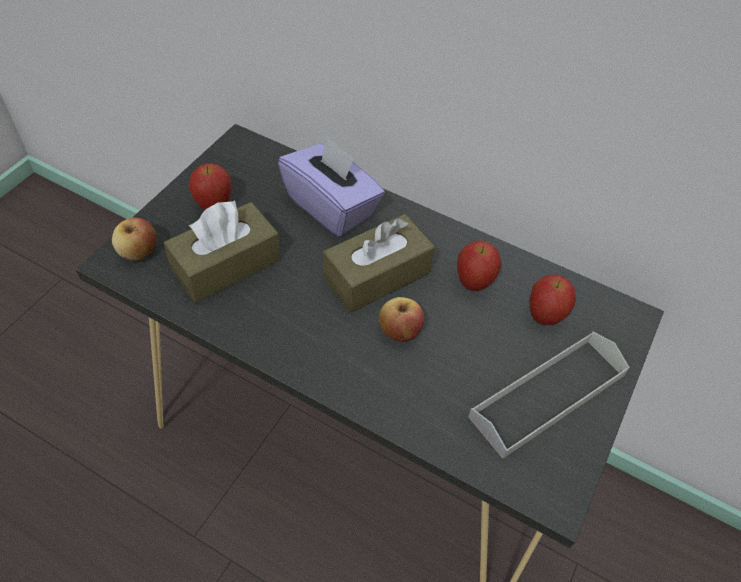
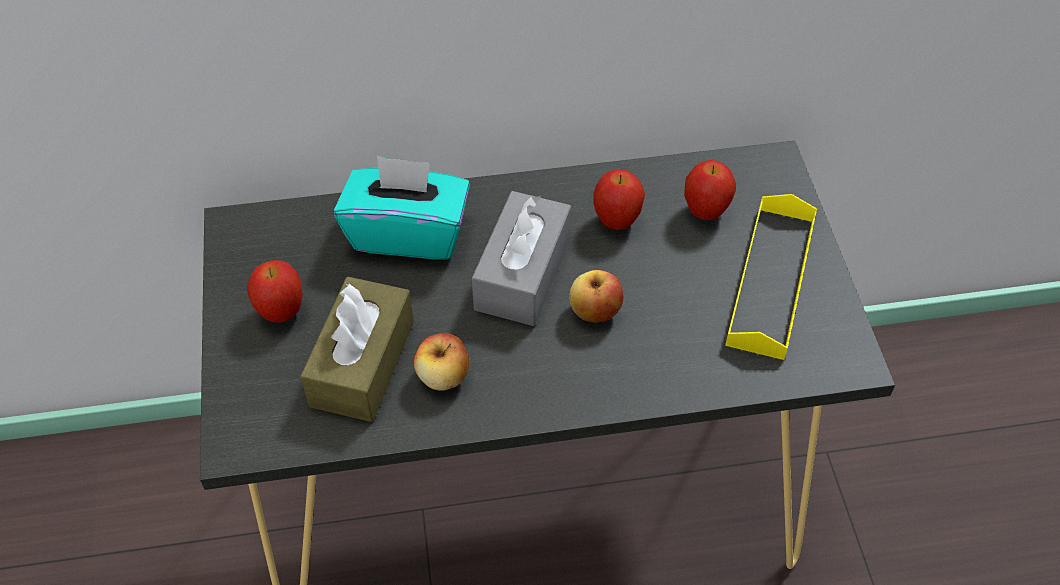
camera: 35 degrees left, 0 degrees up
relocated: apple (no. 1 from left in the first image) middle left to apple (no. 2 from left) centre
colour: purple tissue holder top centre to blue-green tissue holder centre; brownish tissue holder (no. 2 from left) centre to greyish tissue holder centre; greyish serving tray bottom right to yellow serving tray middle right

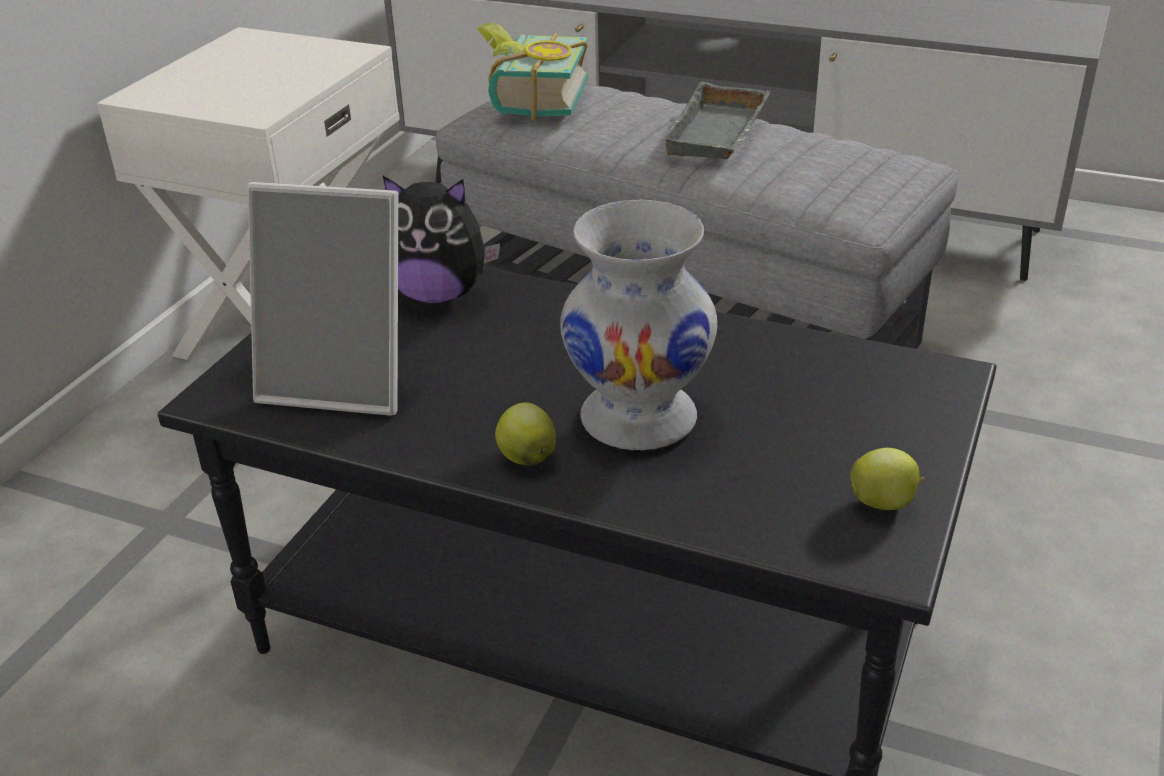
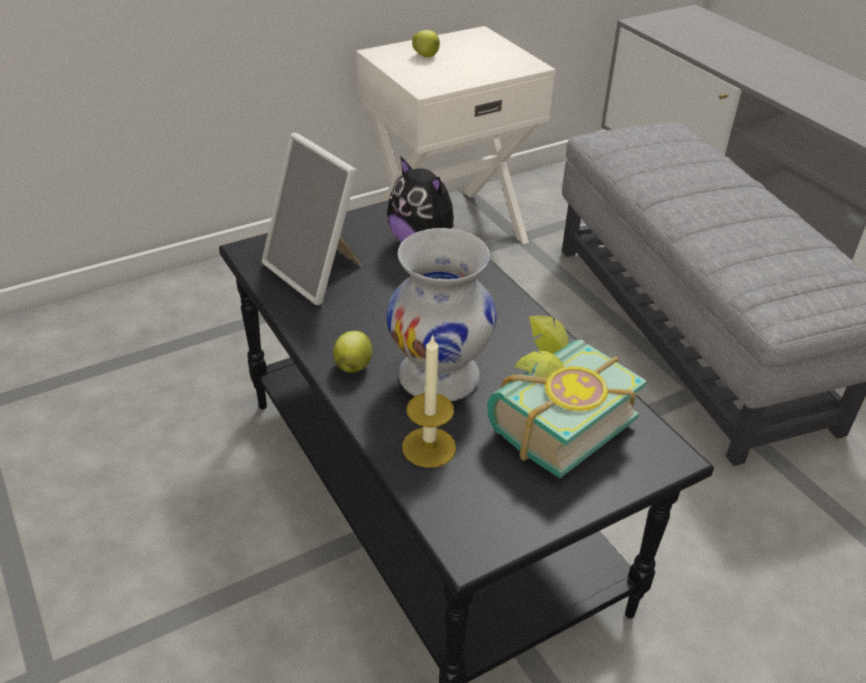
camera: 35 degrees right, 5 degrees up
missing: greyish serving tray top centre
appeared: wax light centre
relocated: apple (no. 2 from left) middle right to top centre; volume top centre to centre

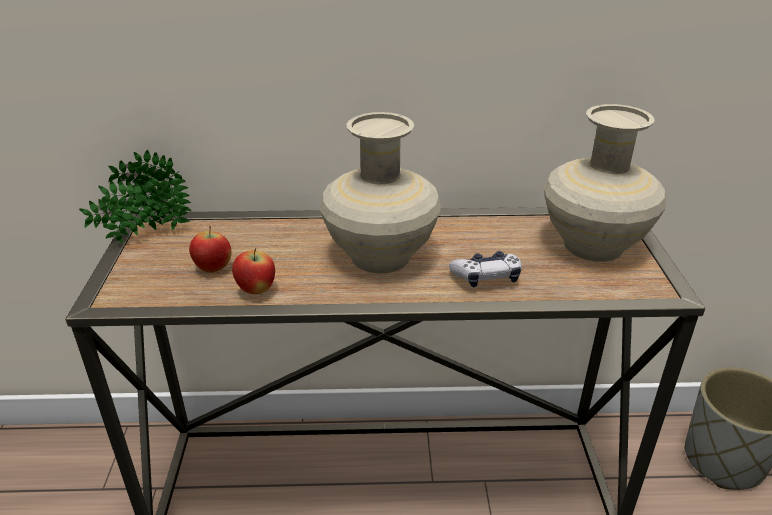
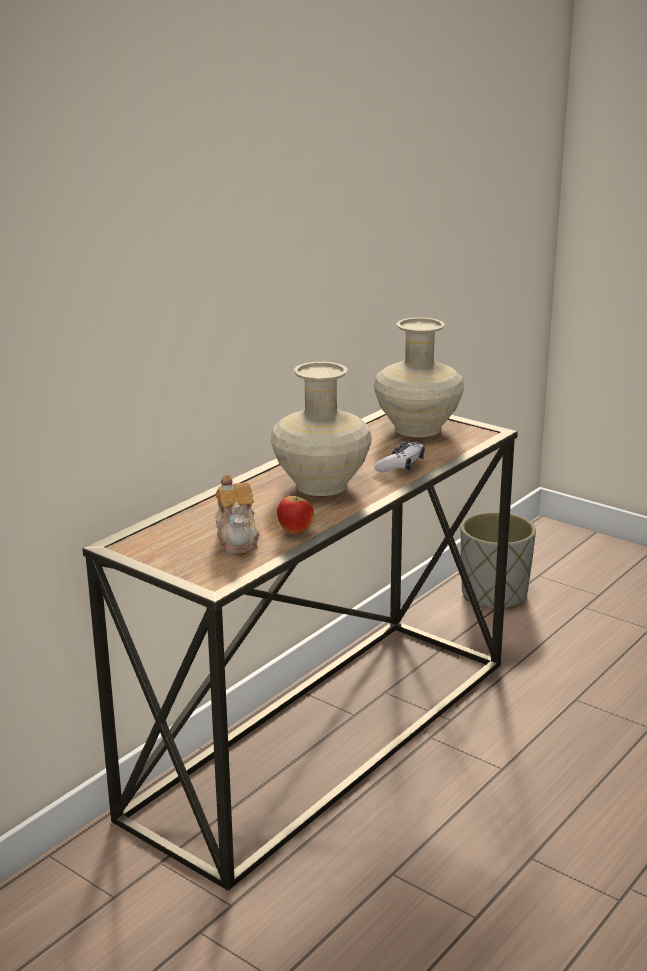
camera: 50 degrees left, 10 degrees down
missing: potted plant middle left
exchanged: apple (no. 1 from left) middle left to tea pot centre

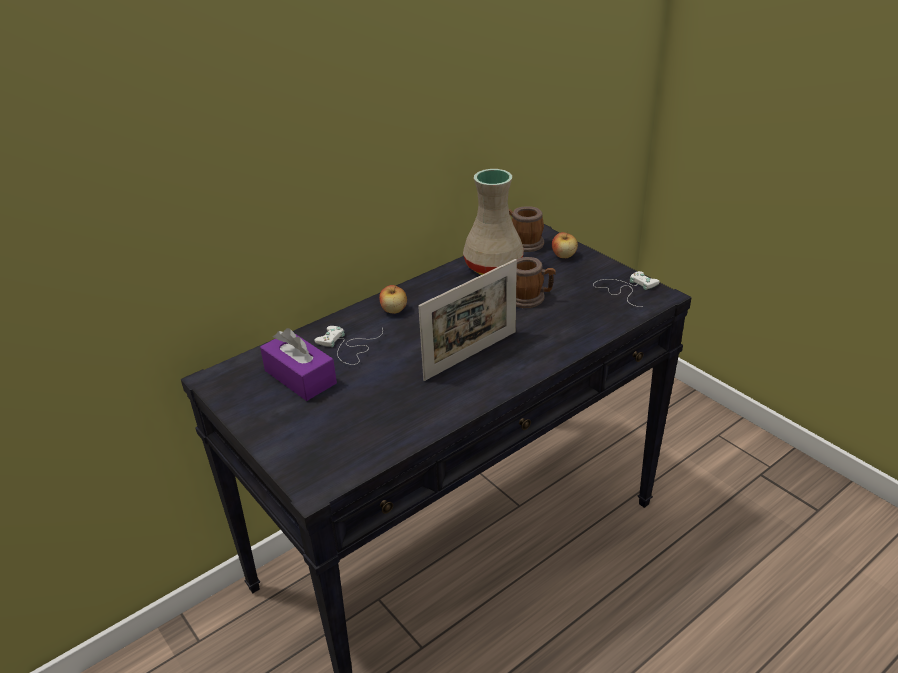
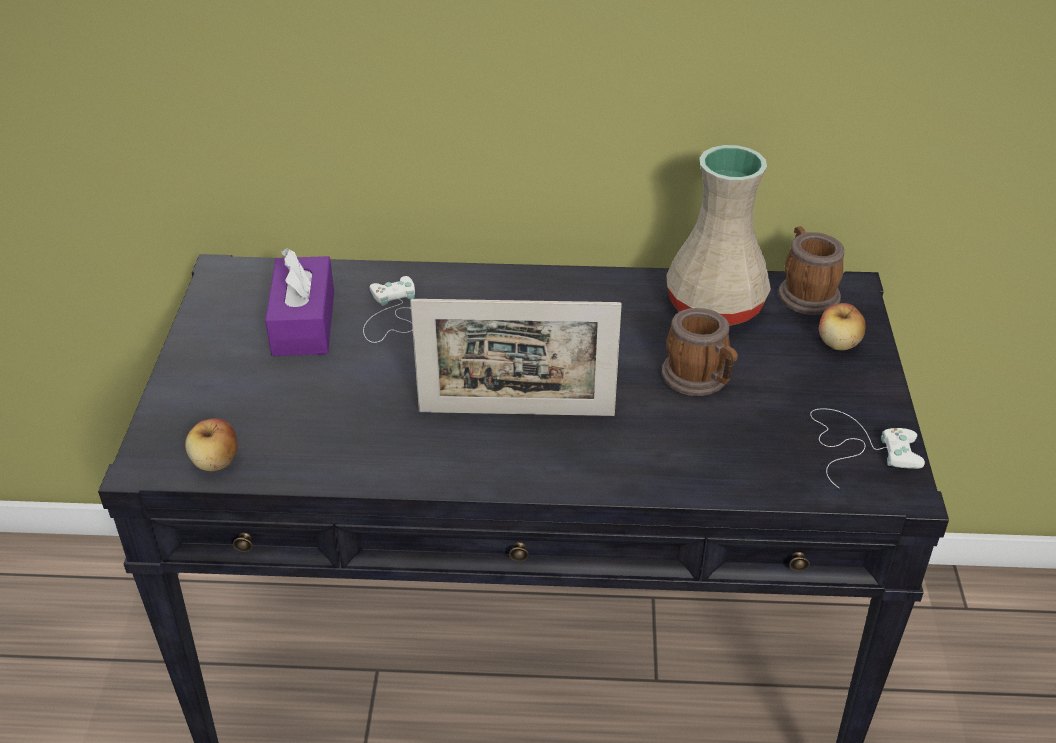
camera: 40 degrees right, 5 degrees up
relocated: apple (no. 1 from left) centre to middle left

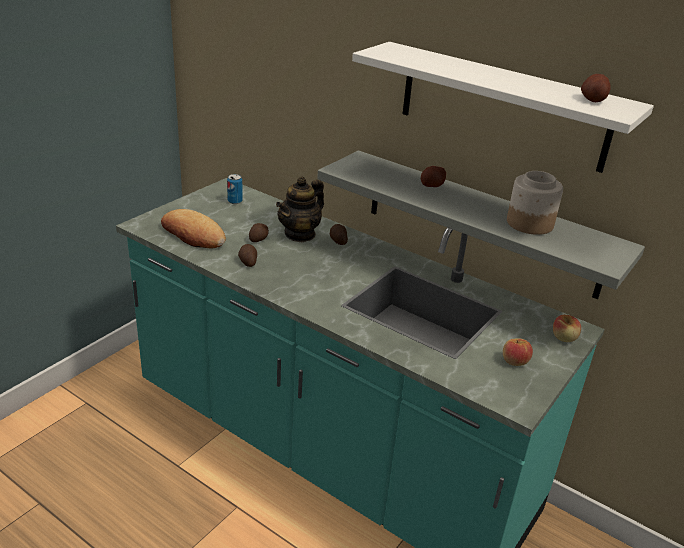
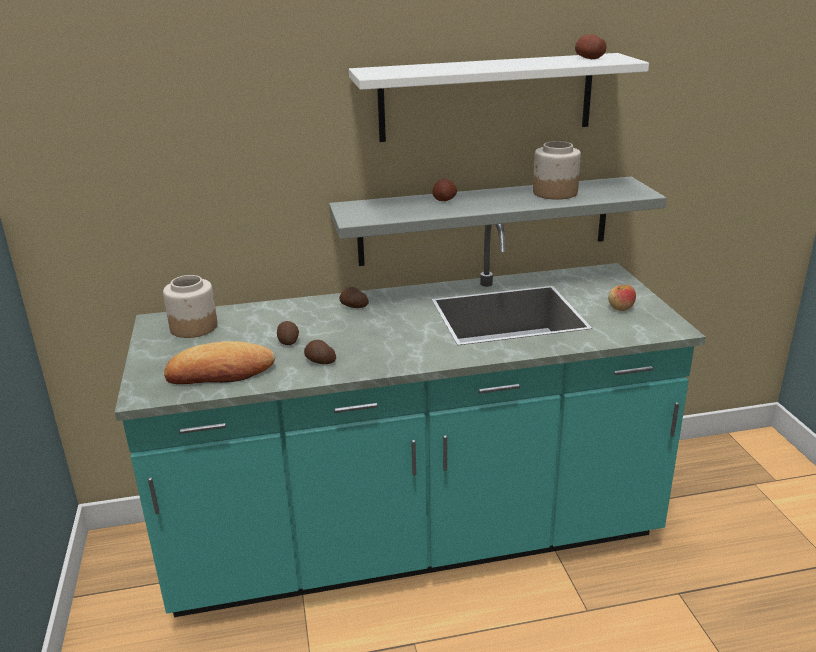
camera: 45 degrees left, 5 degrees down
missing: tea pot centre; apple (no. 2 from left) middle right
exchanged: sealed can centre to jar (no. 1 from left) middle left

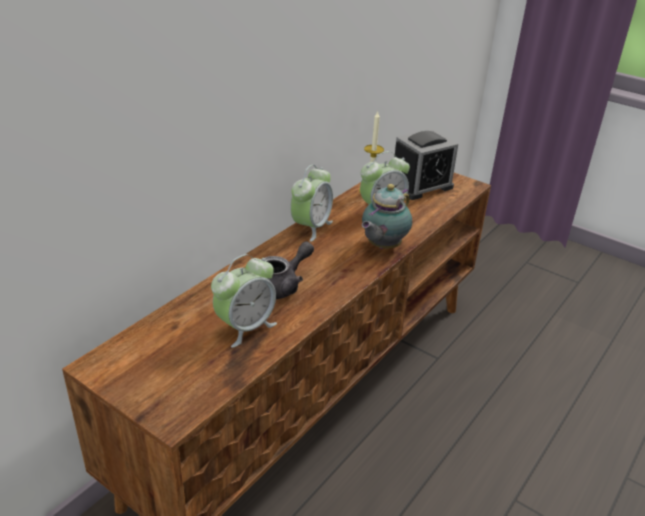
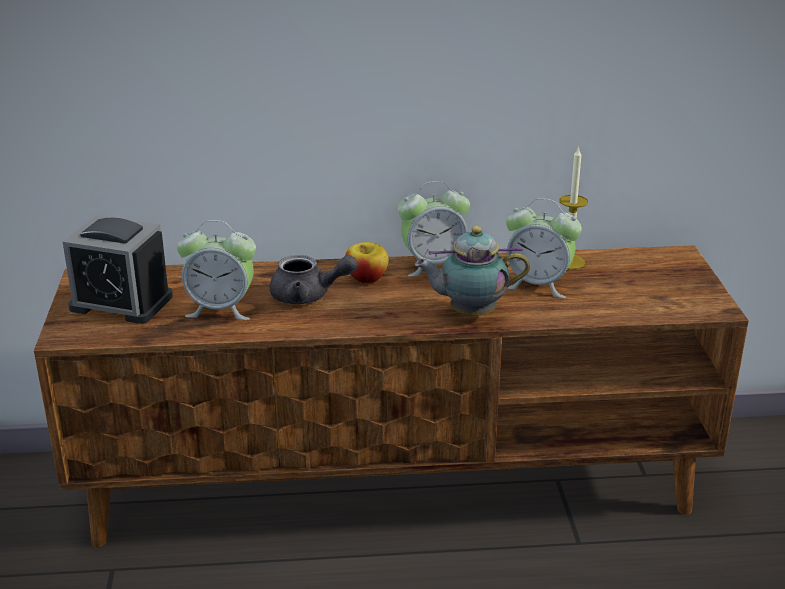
camera: 50 degrees right, 5 degrees down
appeared: apple centre
relocated: alarm clock (no. 4 from left in the first image) top centre to alarm clock (no. 1 from left) middle left

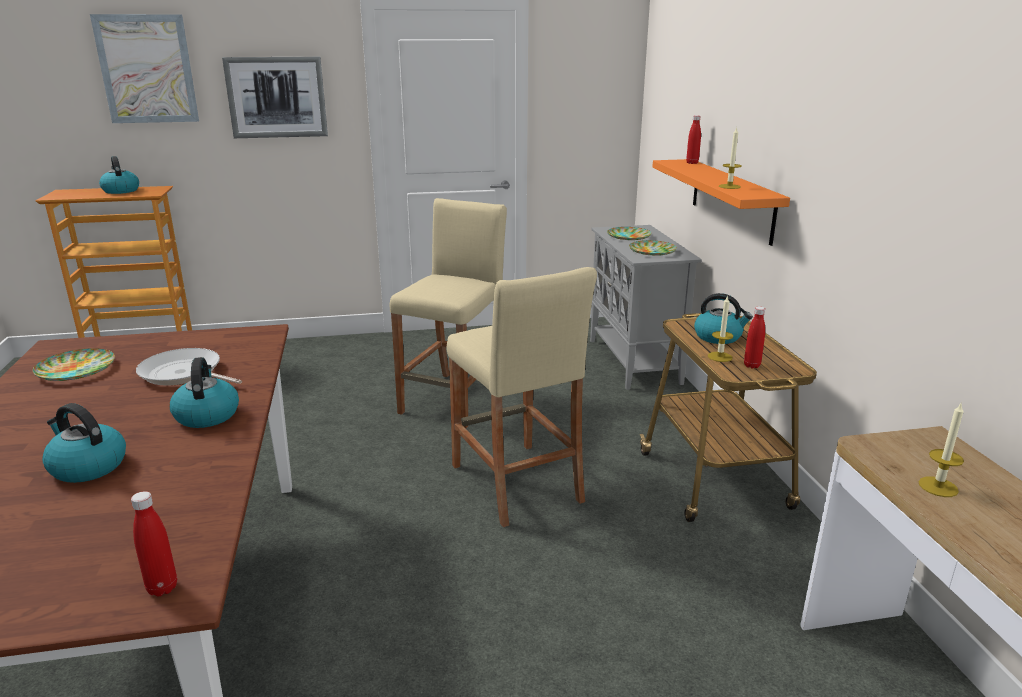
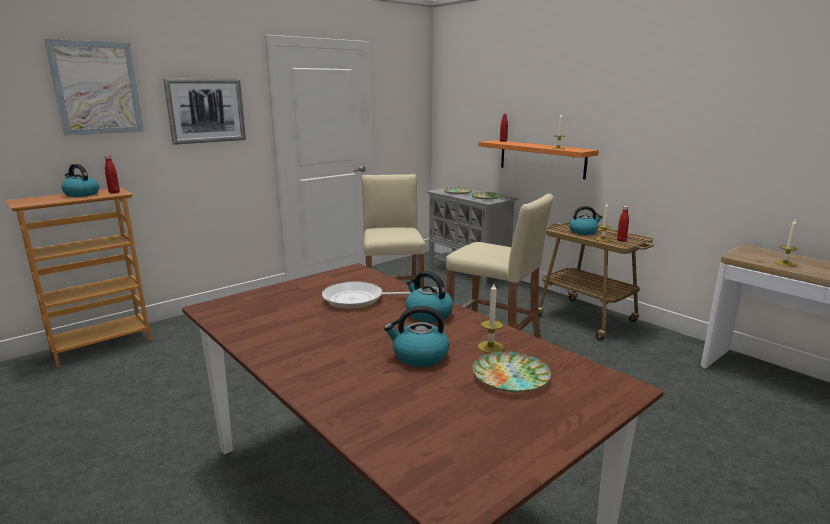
camera: 30 degrees left, 5 degrees down
appeared: wax light (no. 1 from left) centre
relocated: reddish bottle (no. 1 from left) bottom left to top left; plate (no. 1 from left in the first image) middle left to plate (no. 3 from left) bottom centre

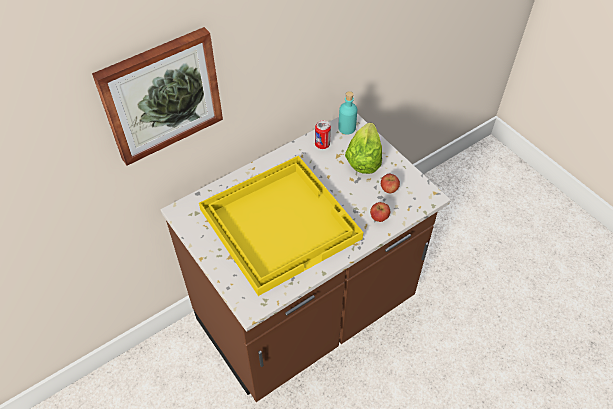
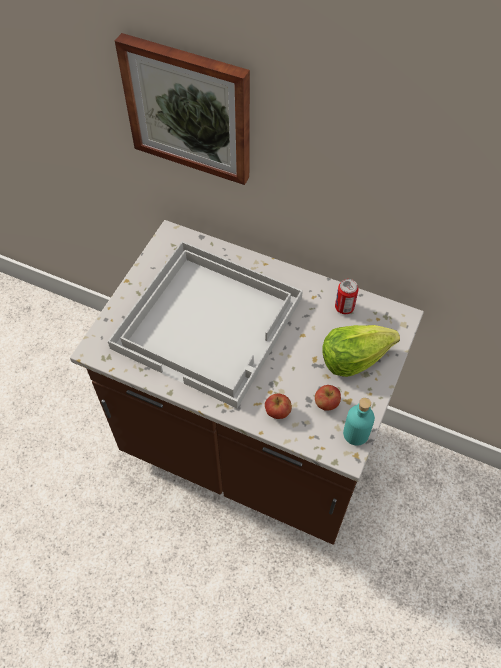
camera: 60 degrees right, 5 degrees up
relocated: blue-green bottle top centre to middle right
colour: yellow serving tray centre to white-coloured serving tray centre

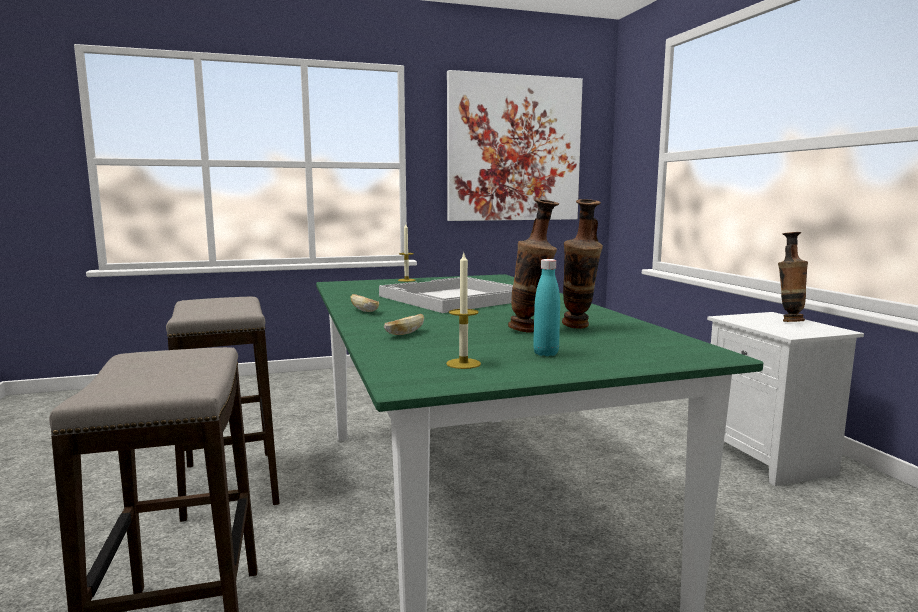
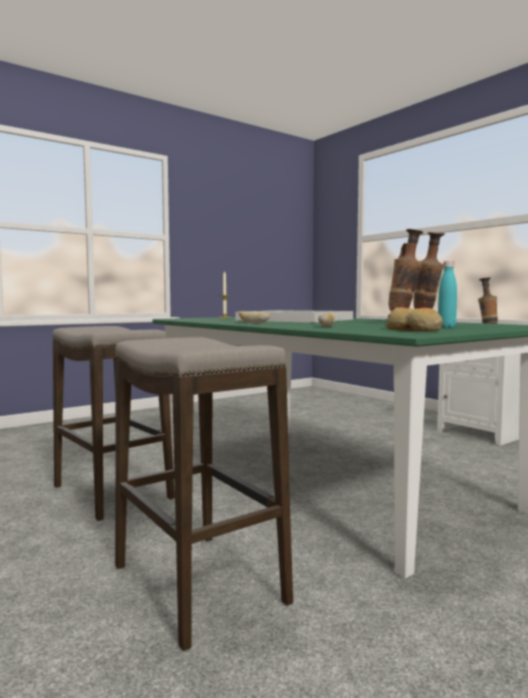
camera: 20 degrees left, 5 degrees down
missing: picture top centre
exchanged: wax light (no. 2 from left) centre to baked bread (no. 3 from left) middle right

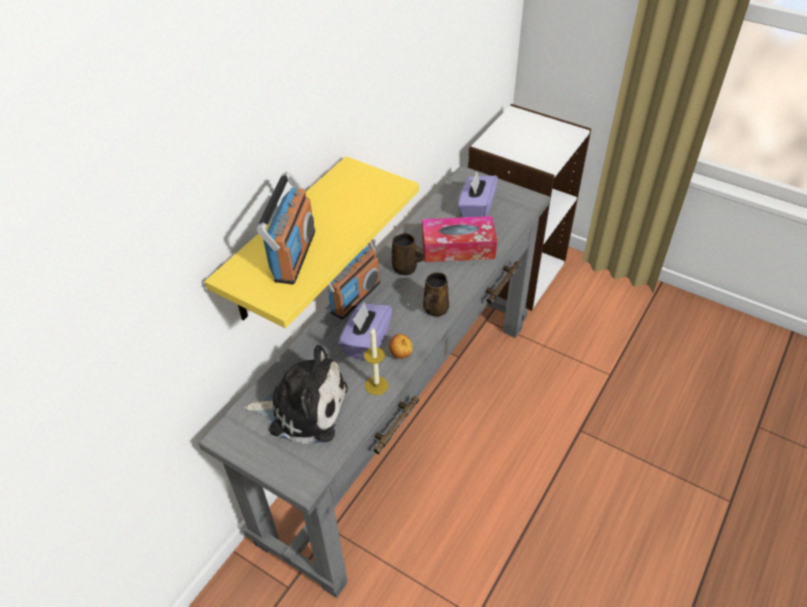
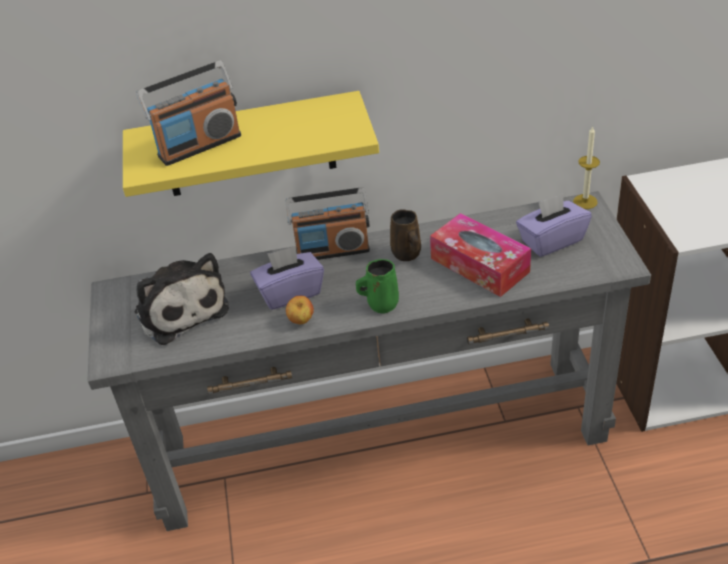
camera: 50 degrees right, 5 degrees down
relocated: wax light centre to top right
colour: brownish mug (no. 2 from left) centre to greenish mug centre

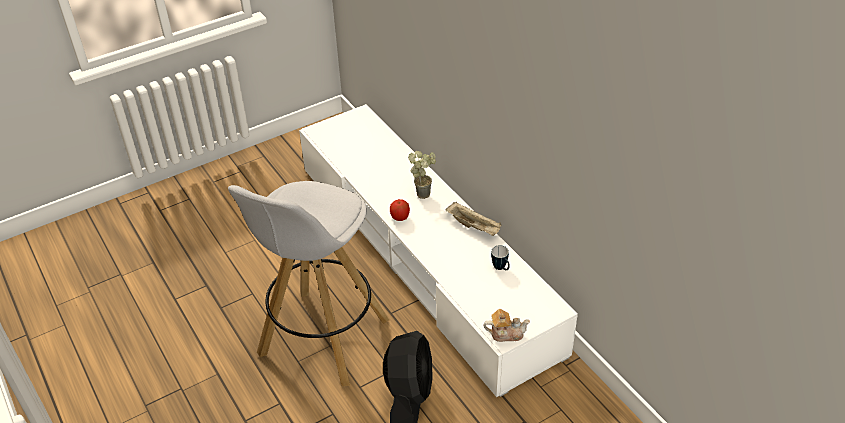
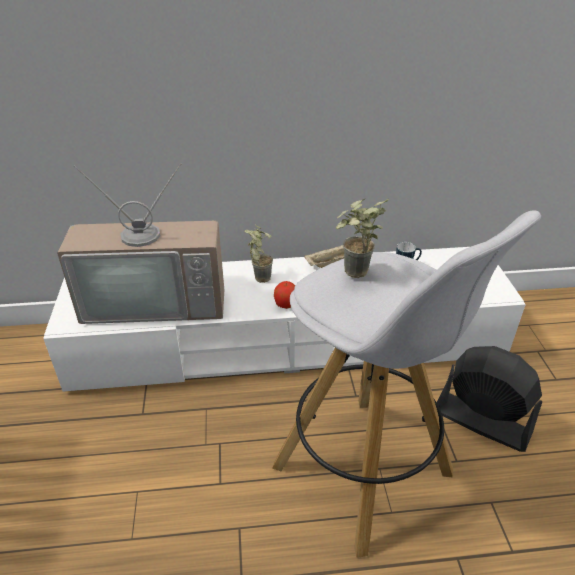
camera: 65 degrees left, 5 degrees down
missing: tea pot bottom centre
appeared: TV middle left; potted plant (no. 2 from left) centre

